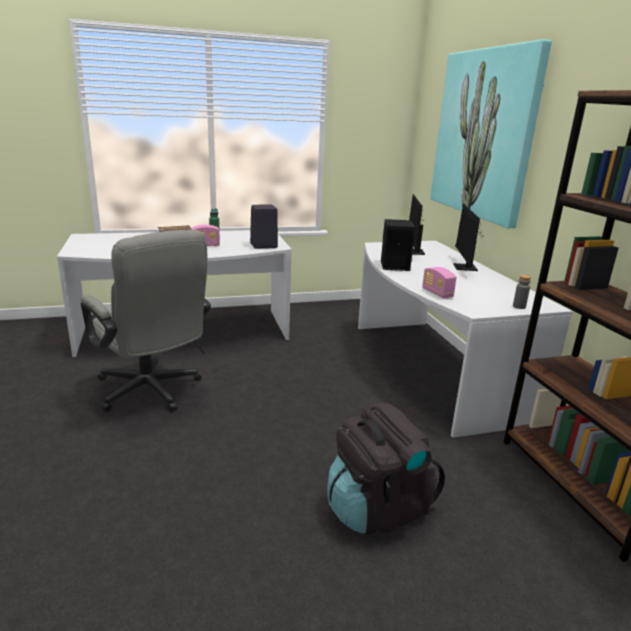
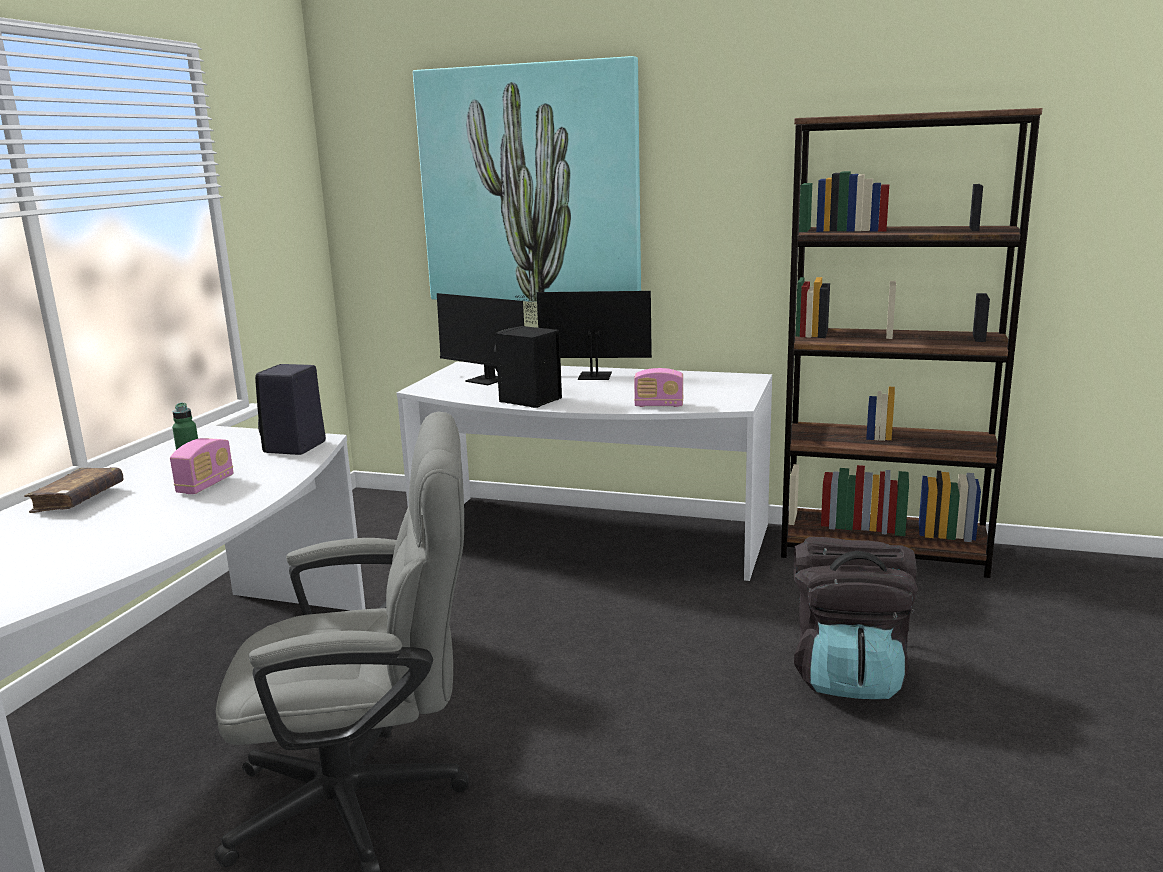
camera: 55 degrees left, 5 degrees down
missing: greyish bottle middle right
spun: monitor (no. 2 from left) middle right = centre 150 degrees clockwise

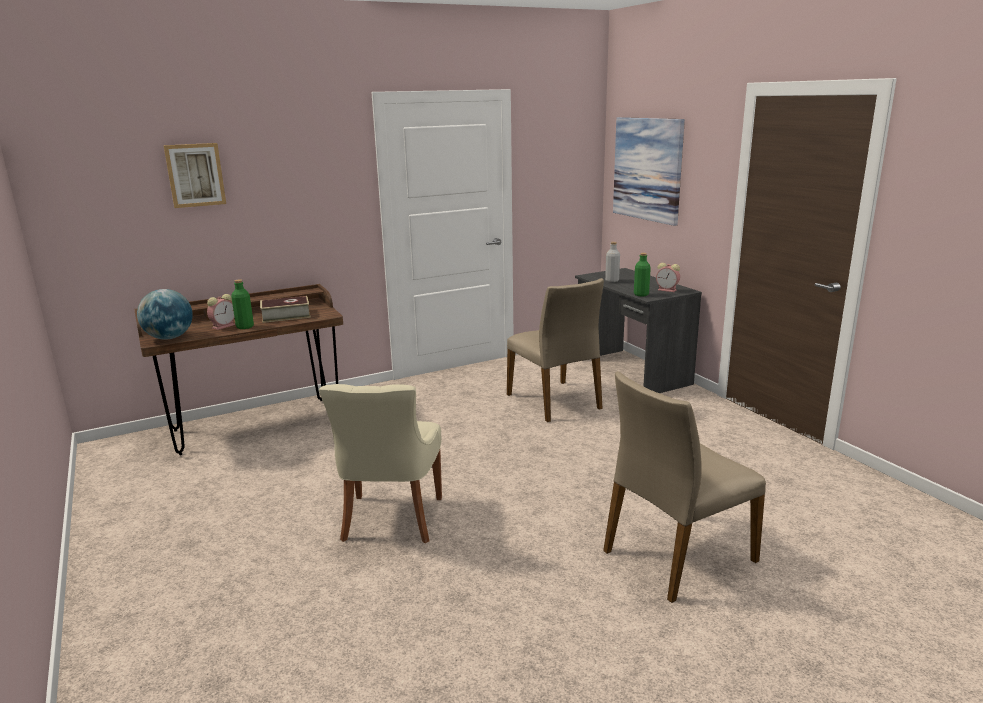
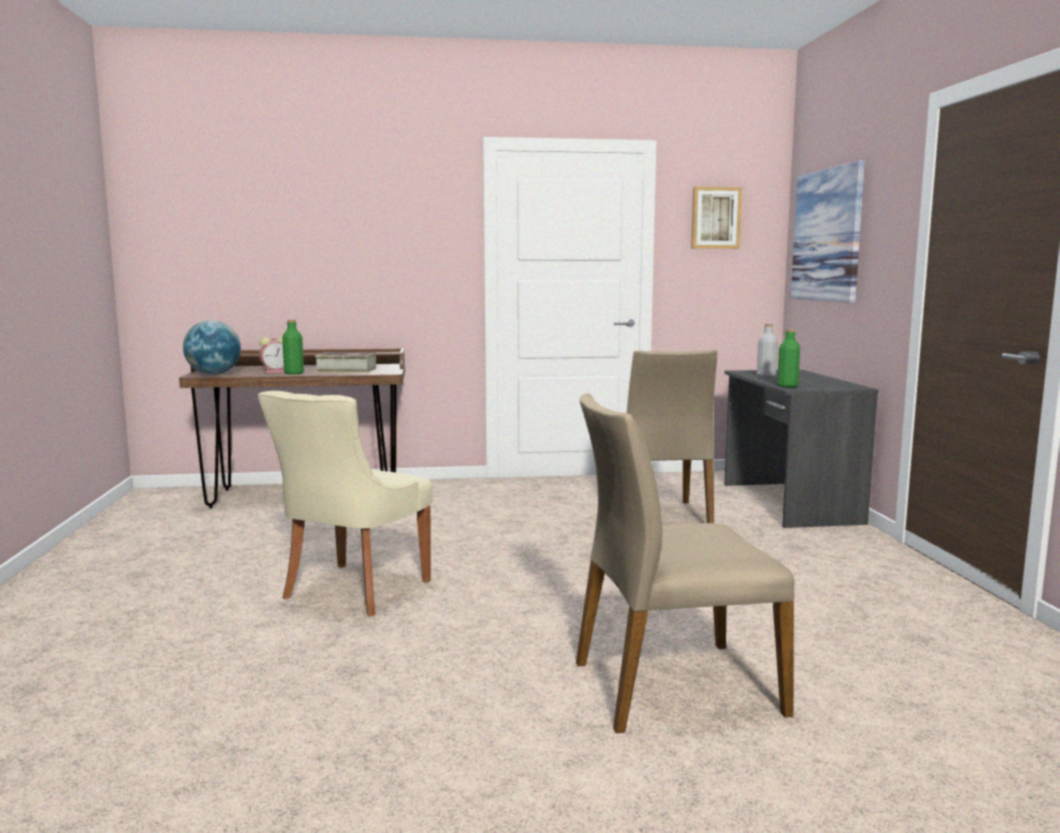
camera: 20 degrees right, 10 degrees down
missing: alarm clock (no. 2 from left) middle right
relocated: picture (no. 1 from left) top left to top right

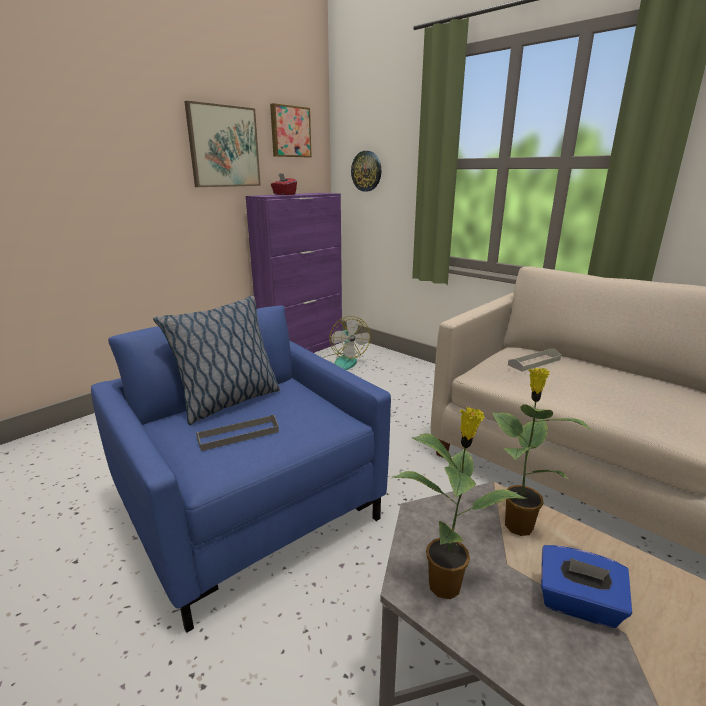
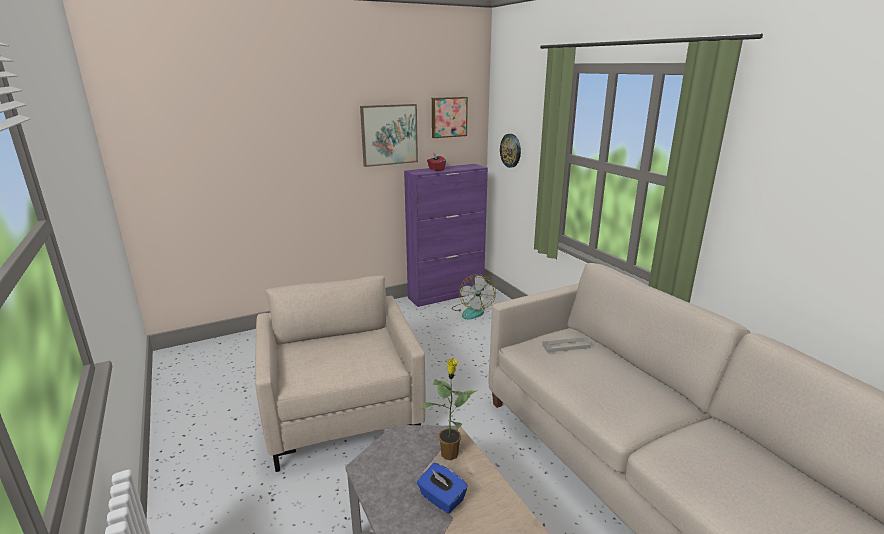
camera: 20 degrees right, 0 degrees up
missing: throw pillow middle left; greyish serving tray (no. 1 from left) centre; potted plant (no. 1 from left) bottom centre
colour: bluish lounge chair centre to sand-coloured lounge chair bottom centre

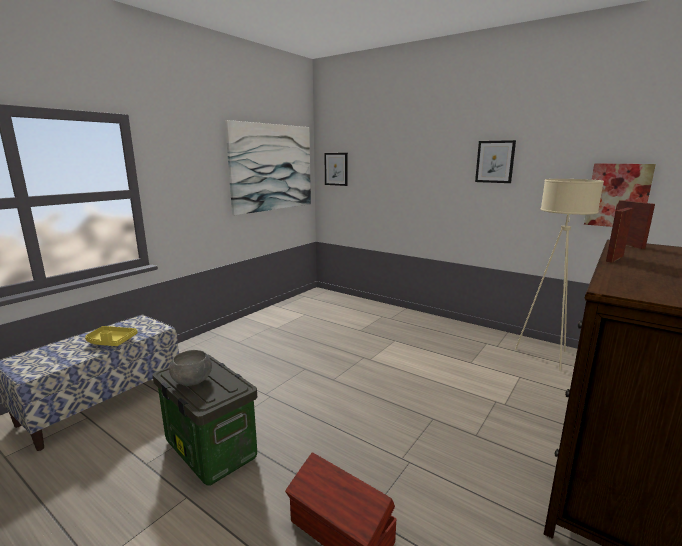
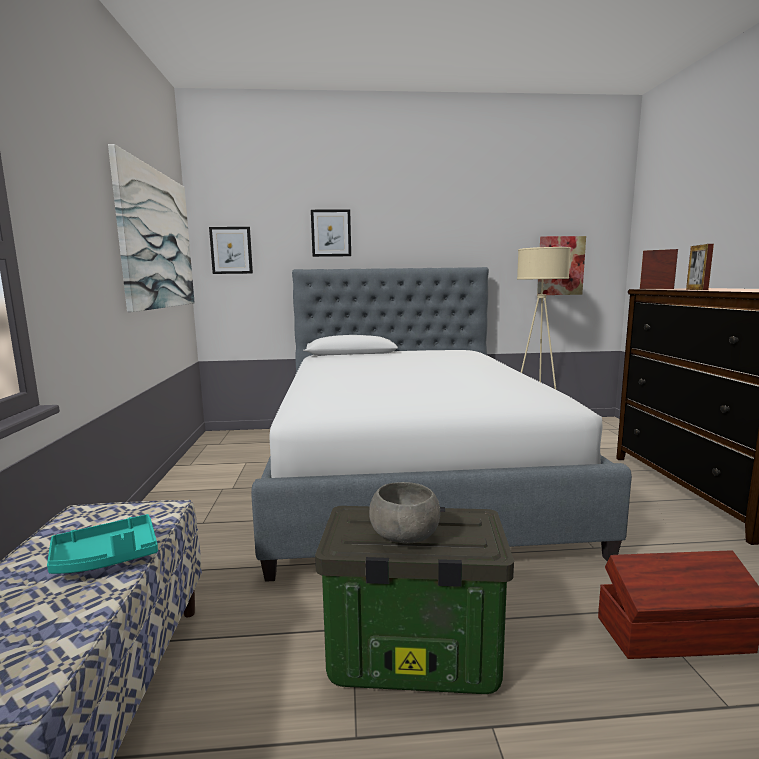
camera: 40 degrees left, 5 degrees down
appeared: sleeping bed centre
relocated: picture (no. 3 from left) top right to top centre
colour: yellow serving tray middle left to blue-green serving tray bottom left

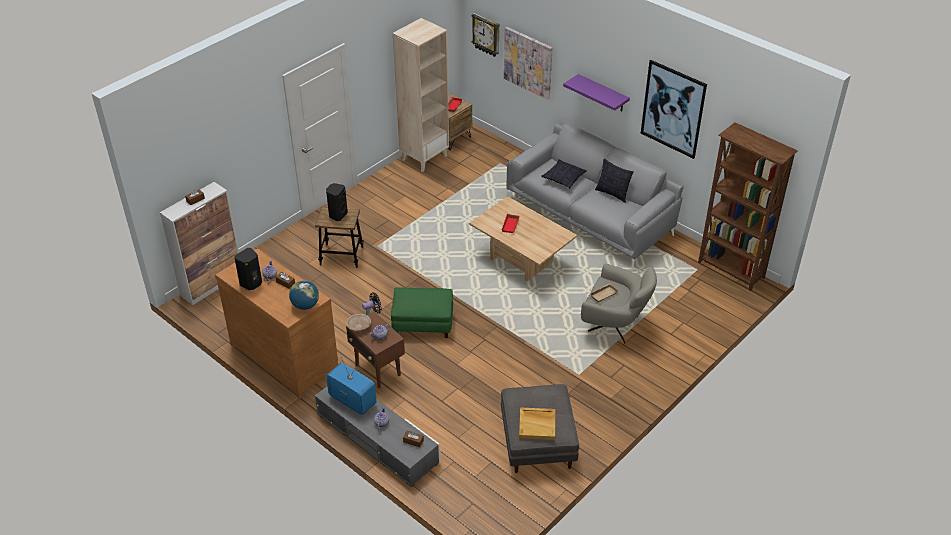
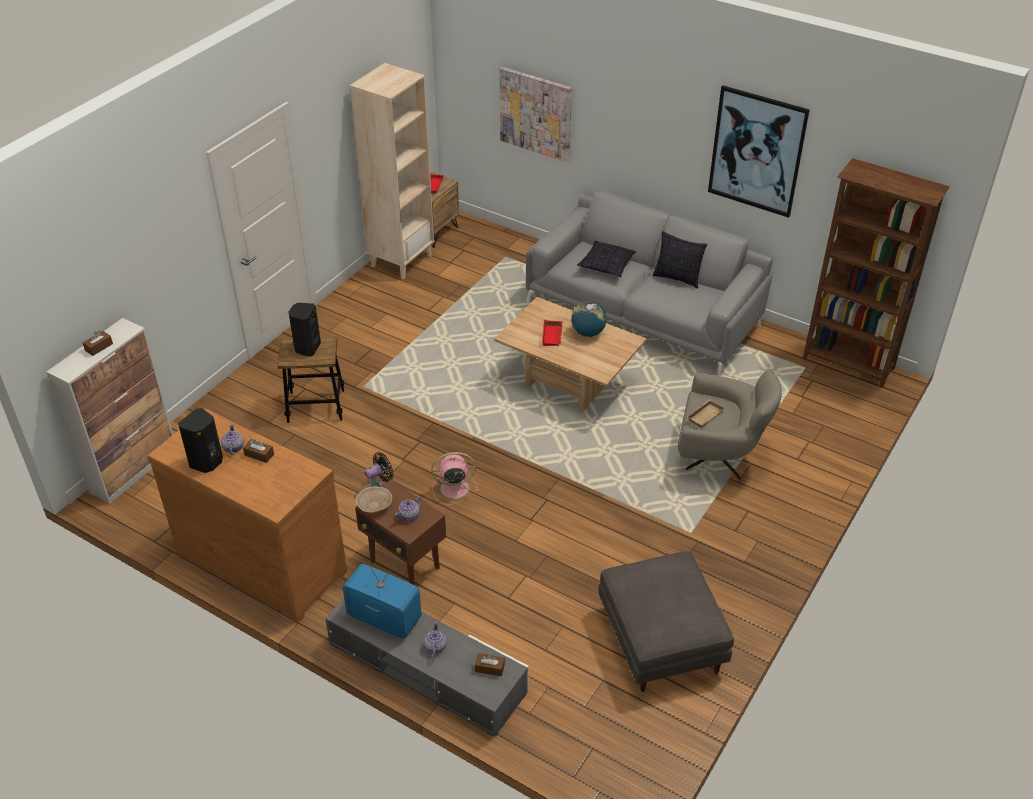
camera: 10 degrees left, 0 degrees up
missing: clock on the wall top centre; sand-coloured serving tray (no. 1 from left) bottom centre; purple shelf top centre
relocated: world globe middle left to centre
exchanged: greenish pouffe centre to pink-coloured electric fan centre

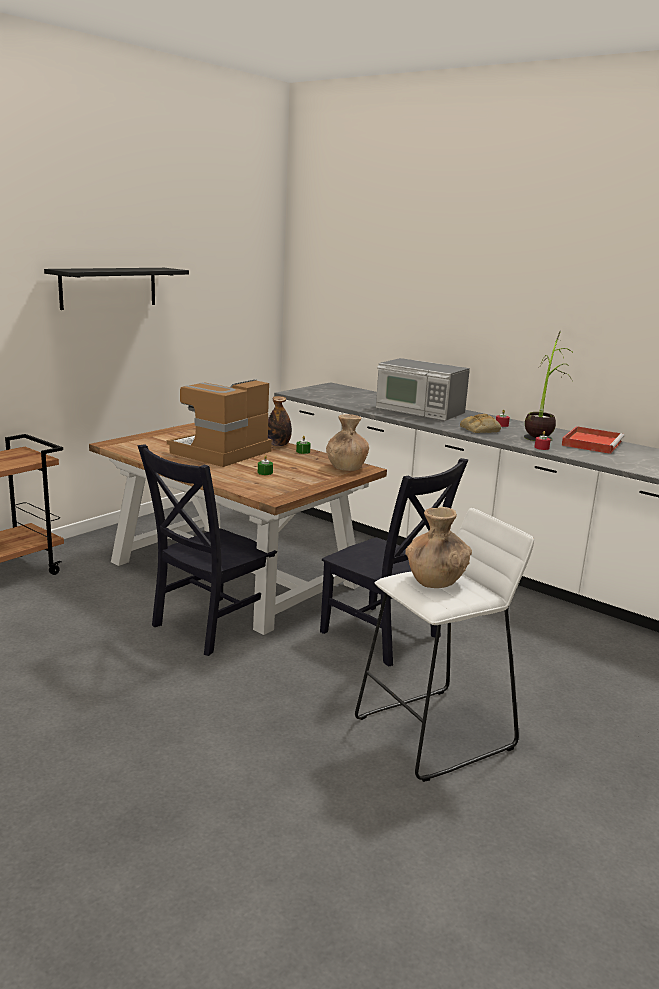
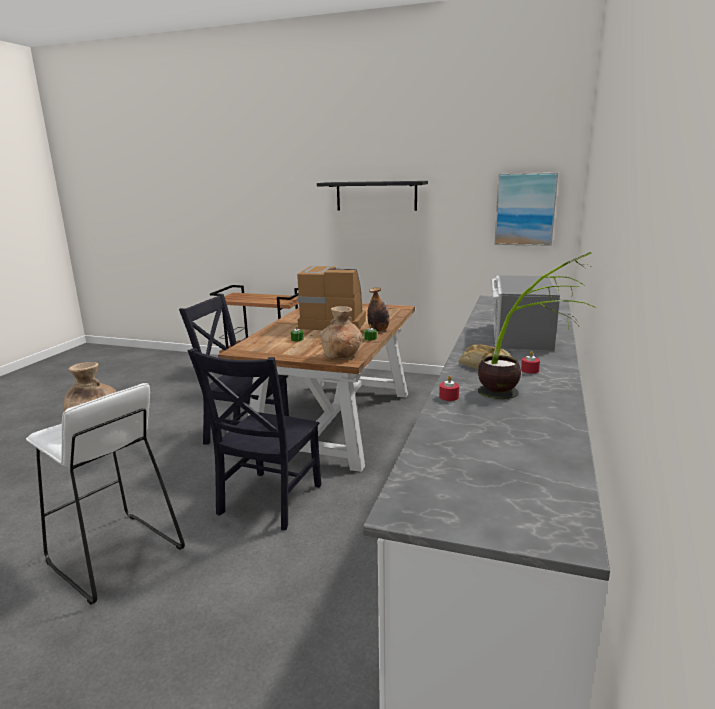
camera: 70 degrees right, 0 degrees up
missing: reddish serving tray middle right
appeared: picture top right

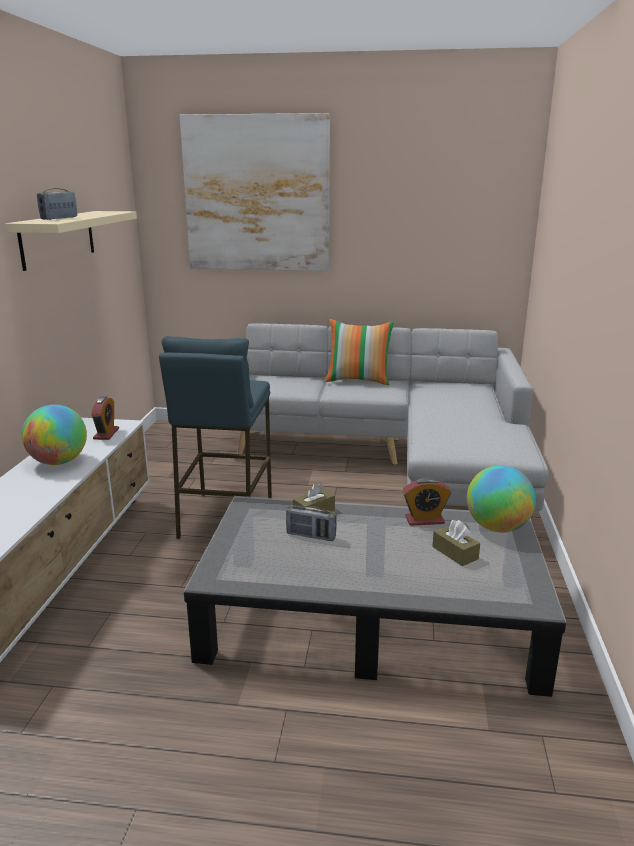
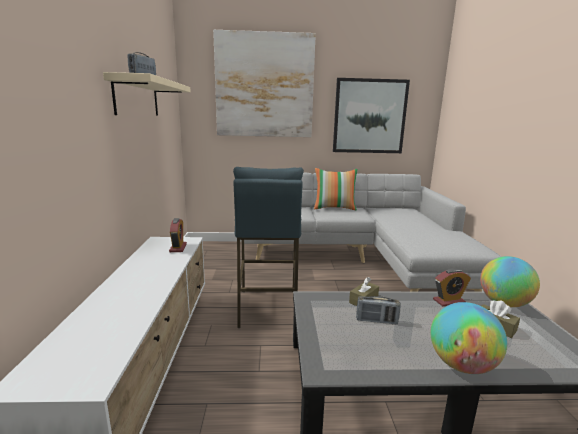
camera: 10 degrees left, 5 degrees down
appeared: picture (no. 2 from left) top centre
relocated: world globe (no. 1 from left) middle left to bottom right

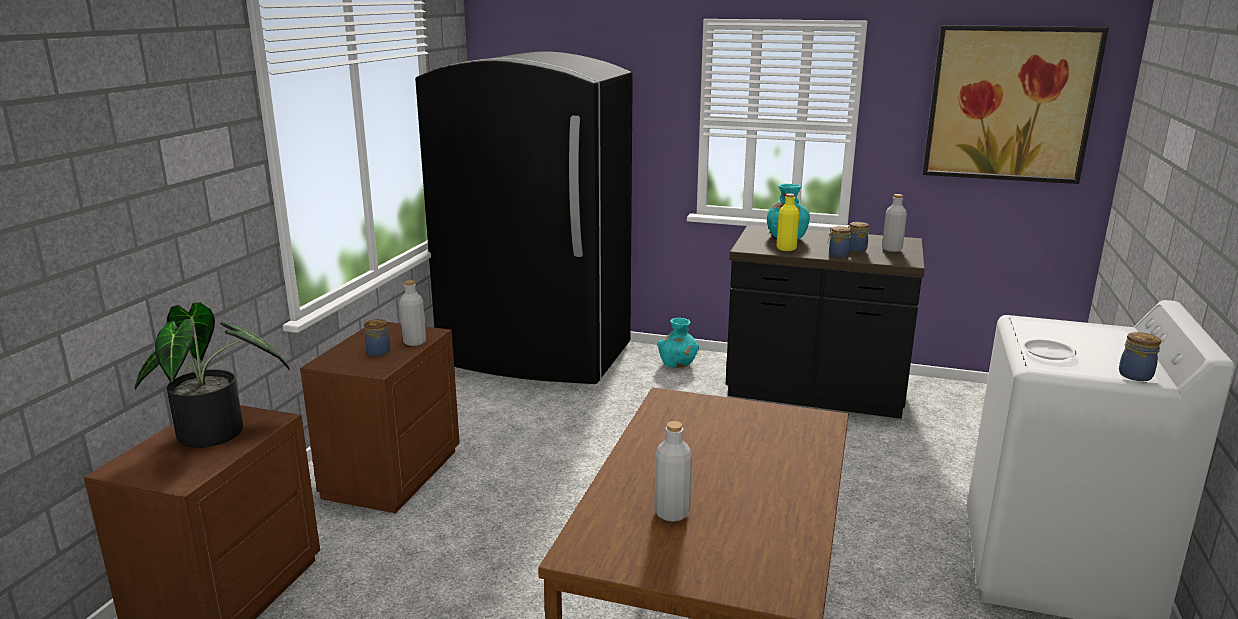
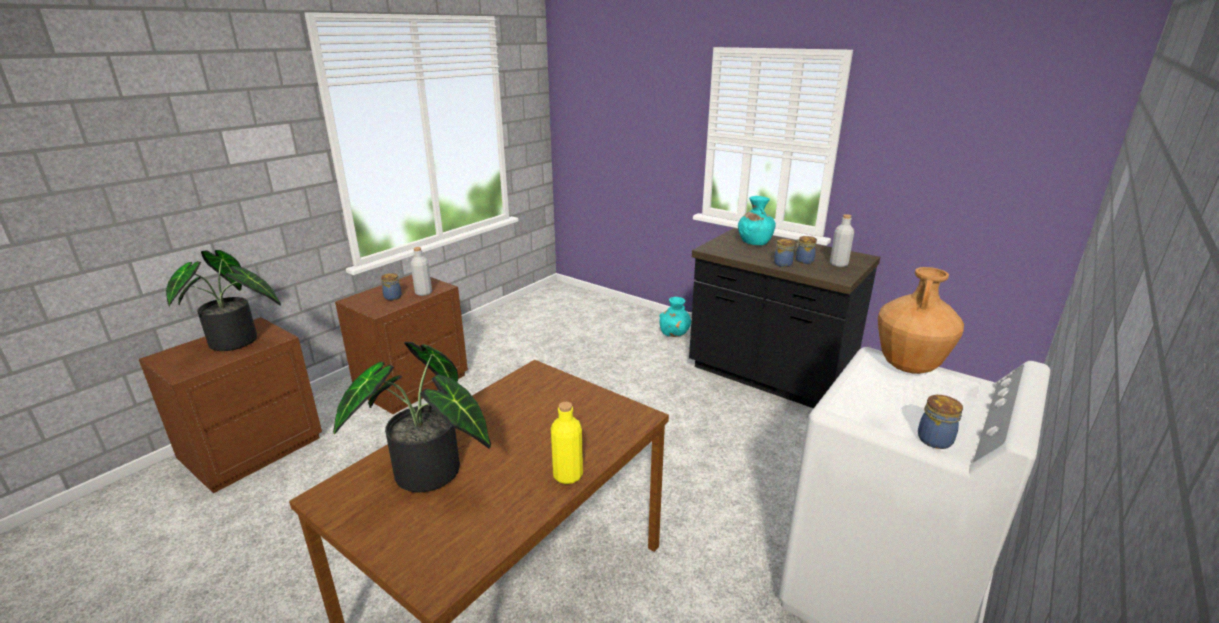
camera: 20 degrees right, 5 degrees up
missing: blackish kitchen fridge centre; picture top right; white-coloured plate middle right
appeared: brownish decorative vase middle right
relocated: yellow bottle centre to bottom centre
exchanged: greyish bottle (no. 2 from left) bottom centre to potted plant (no. 2 from left) bottom centre

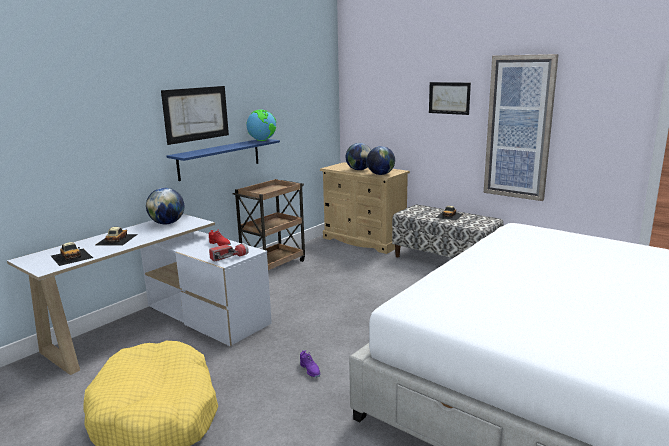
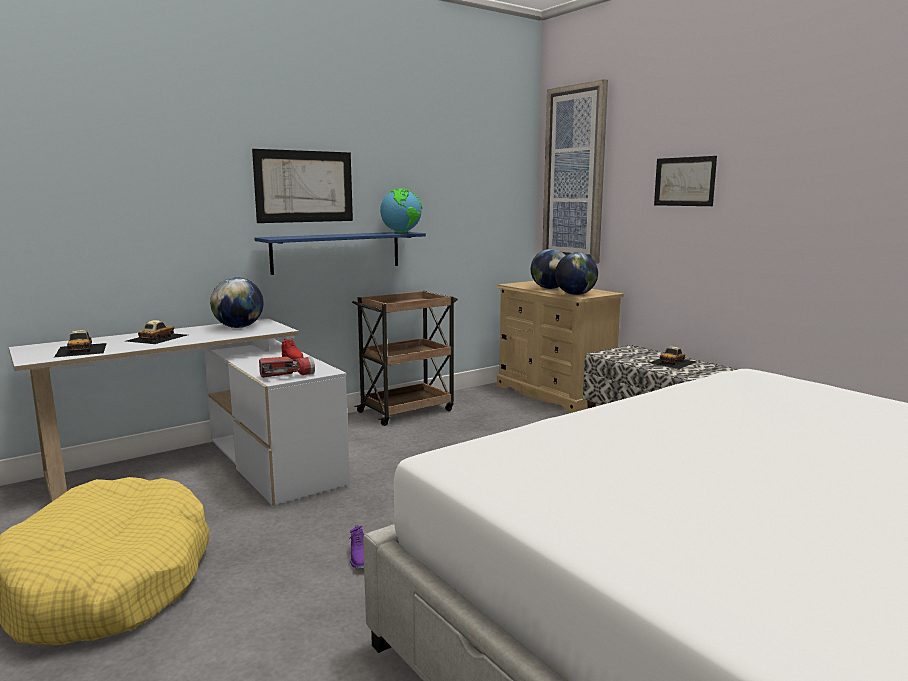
camera: 15 degrees right, 5 degrees down
relocated: picture (no. 3 from left in the first image) top right to picture (no. 2 from left) top centre

